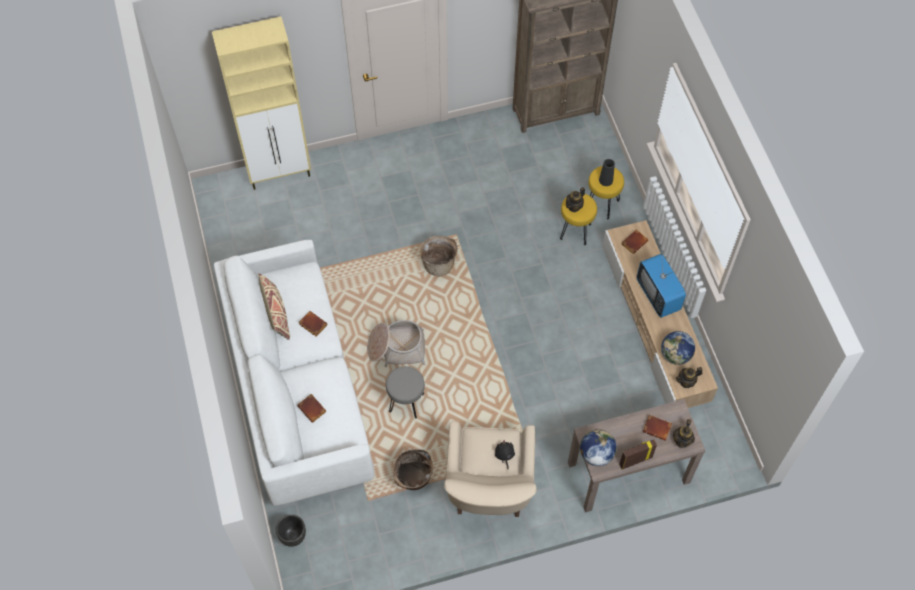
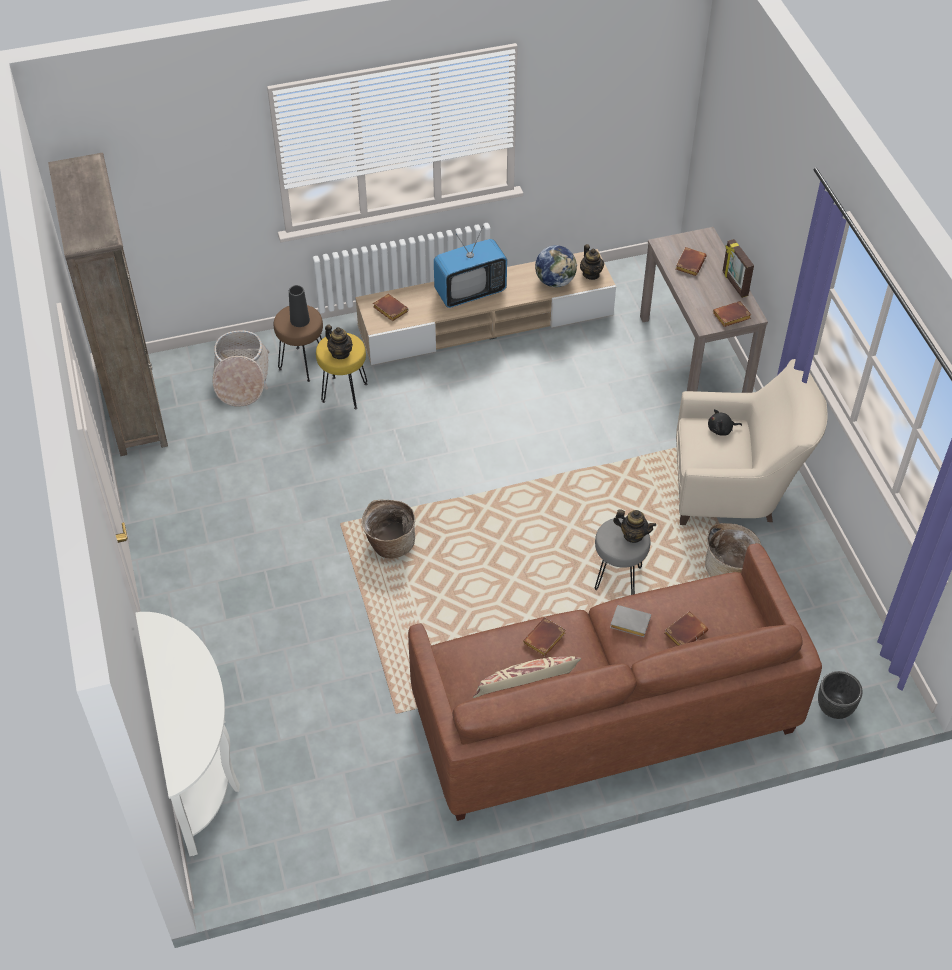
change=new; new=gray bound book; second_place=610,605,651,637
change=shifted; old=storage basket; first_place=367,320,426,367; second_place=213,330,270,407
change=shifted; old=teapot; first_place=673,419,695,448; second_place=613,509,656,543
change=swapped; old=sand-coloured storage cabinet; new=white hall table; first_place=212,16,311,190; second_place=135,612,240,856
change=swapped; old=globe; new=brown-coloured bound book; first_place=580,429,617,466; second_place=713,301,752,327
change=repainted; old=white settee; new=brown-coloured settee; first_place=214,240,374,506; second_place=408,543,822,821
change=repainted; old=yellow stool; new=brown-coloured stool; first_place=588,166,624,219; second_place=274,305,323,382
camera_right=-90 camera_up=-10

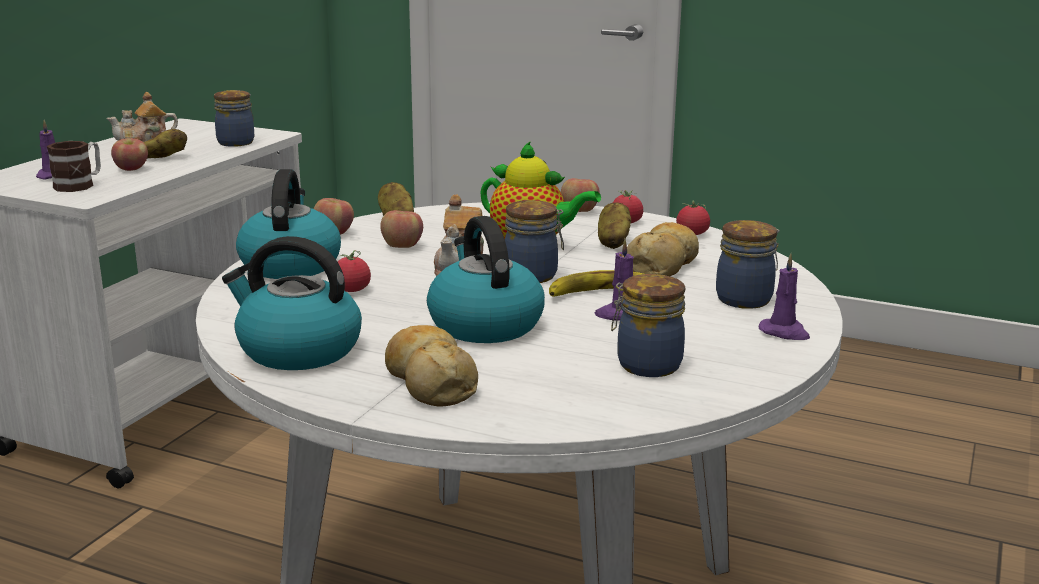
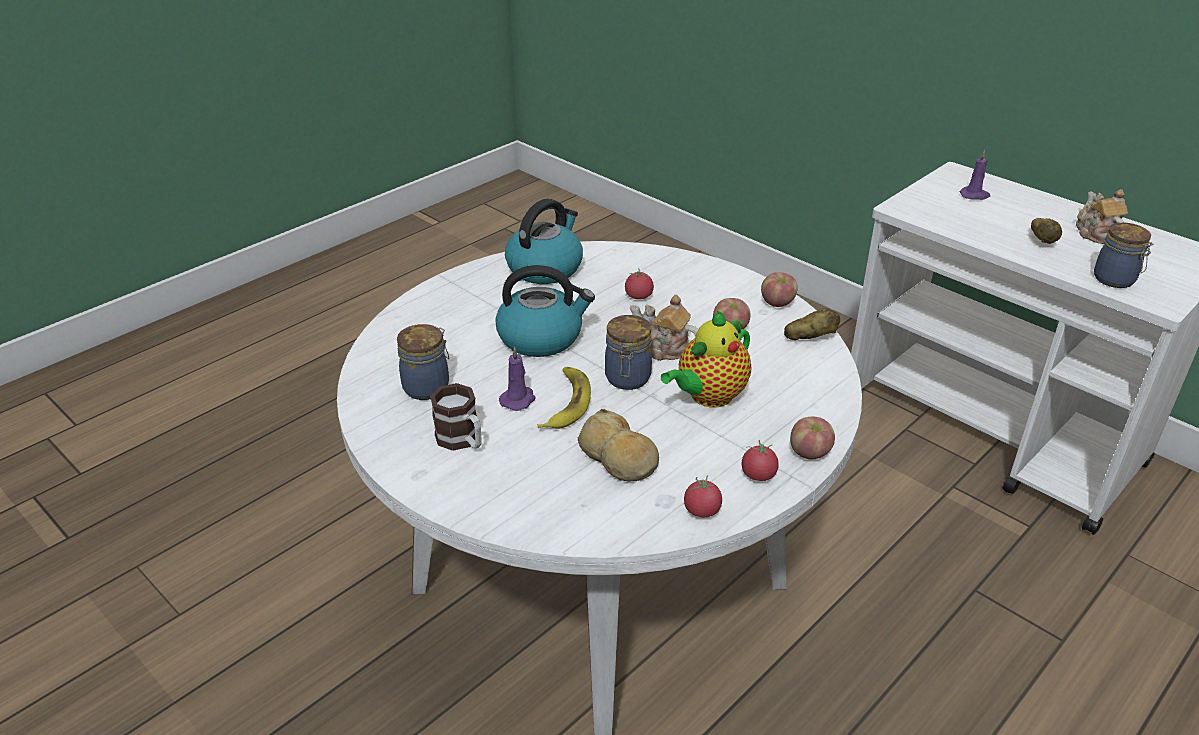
change=gone; old=whole apple; first_place=111,138,148,171
change=gone; old=kettle; first_place=236,169,341,279
change=gone; old=bakery bread; first_place=385,325,478,406
change=gone; old=whole potato; first_place=598,202,631,249
change=gone; old=preserve jar; first_place=716,220,780,309
change=gone; old=purple candle; first_place=759,253,810,340
change=shifted; old=coffee mug; first_place=47,141,101,192; second_place=430,383,482,451
camera_right=110 camera_up=15

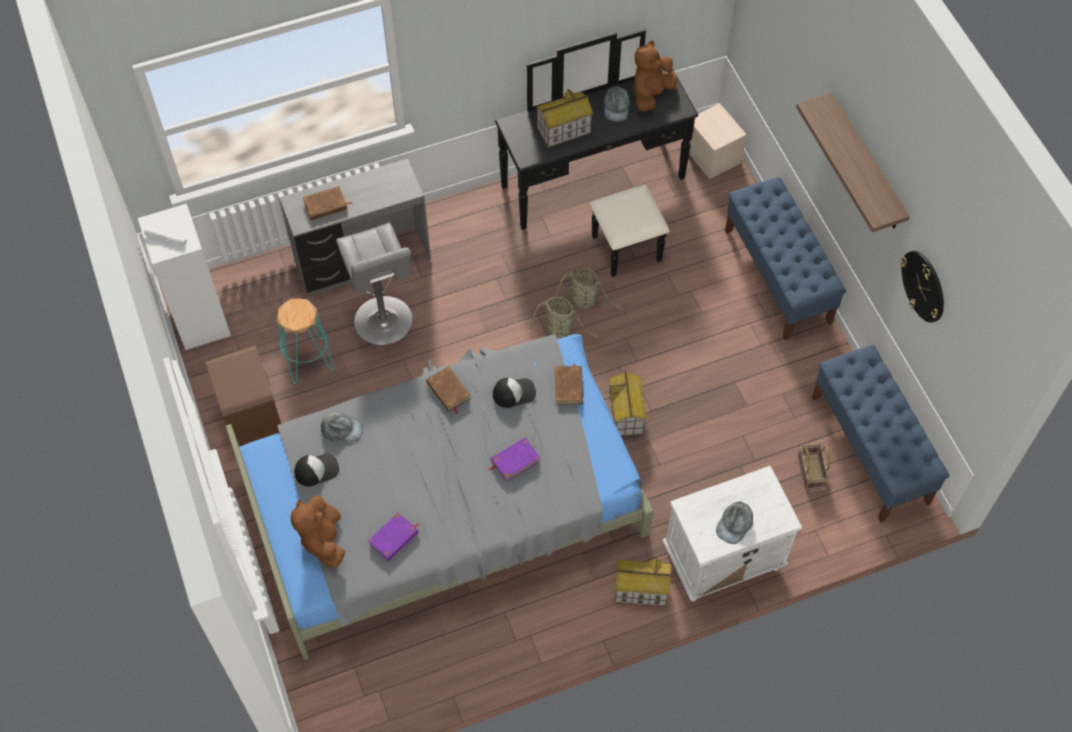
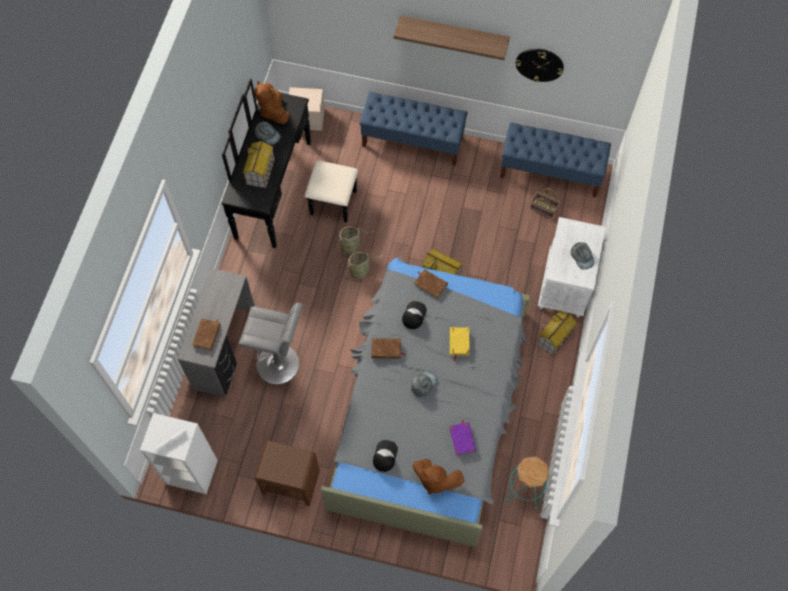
change=shifted; old=blue-green stool; first_place=276,298,334,383; second_place=506,457,549,509
change=shifted; old=gray baseball cap; first_place=321,413,363,441; second_place=411,371,438,397
change=repainted; old=purple bound book; new=yellow bound book; first_place=489,438,540,481; second_place=450,327,470,360
camera_right=-55 camera_up=5

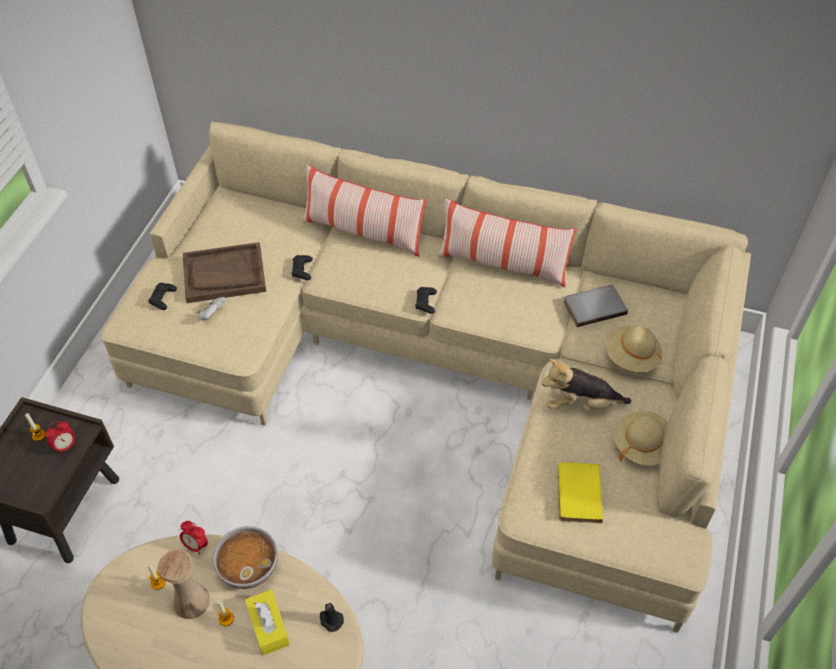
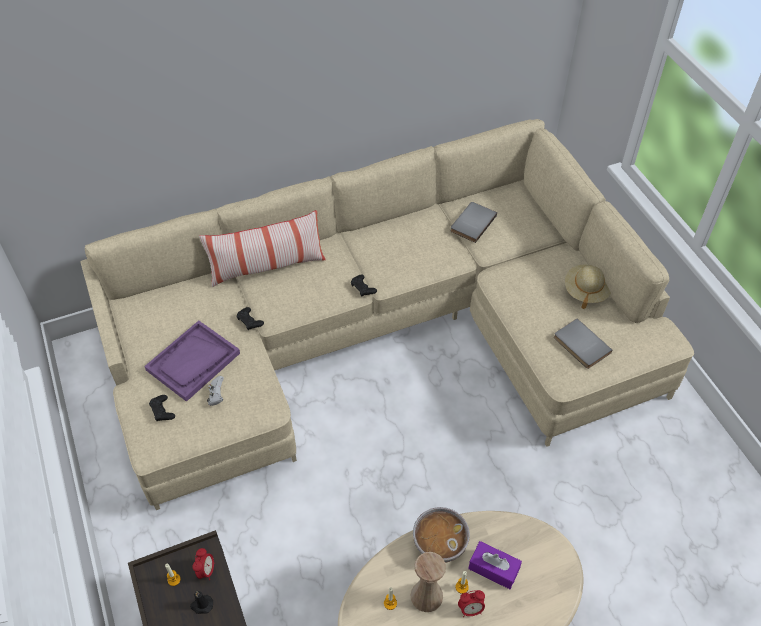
change=gone; old=pillow; first_place=438,198,577,287
change=gone; old=soft toy; first_place=542,359,631,411
change=gone; old=sand-coloured wearable hat; first_place=606,326,662,372
change=shifted; old=bedside clock; first_place=180,521,208,555; second_place=458,590,485,618
change=shifted; old=black-coloured candle; first_place=320,603,344,632; second_place=190,591,213,614
change=repainted; old=brown-coloured carrying tray; new=purple carrying tray; first_place=183,242,266,303; second_place=144,321,240,402
change=repainted; old=yellow box of tissues; new=purple box of tissues; first_place=245,589,290,656; second_place=468,541,522,589
change=repainted; old=yellow bound book; new=gray bound book; first_place=558,462,603,523; second_place=554,319,612,369
camera_right=-40 camera_up=0

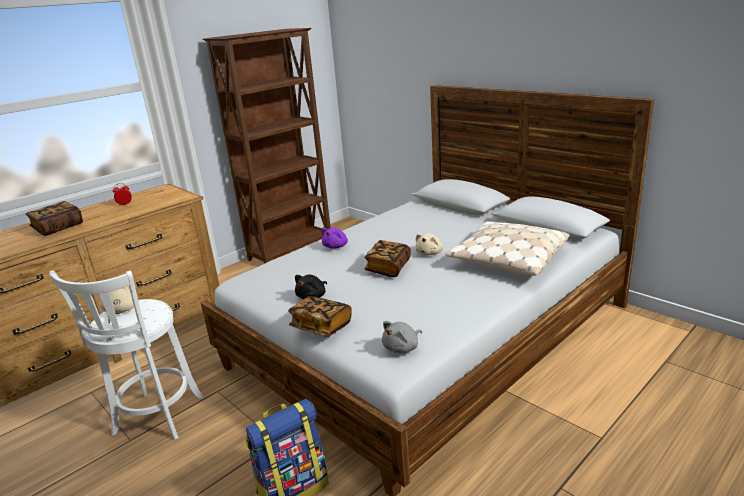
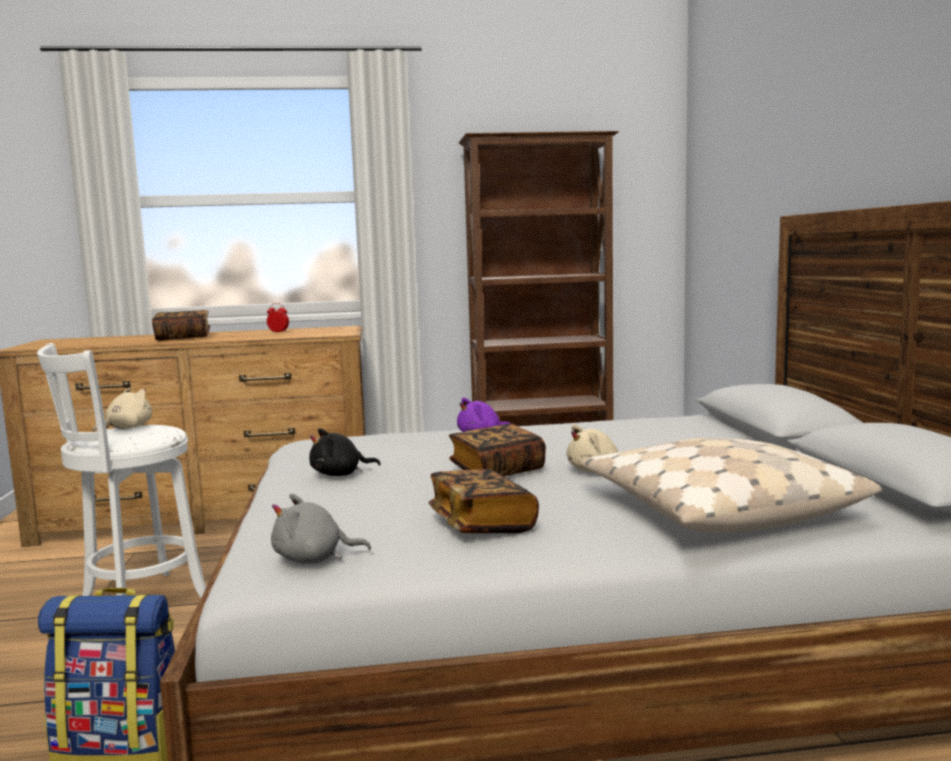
change=shifted; old=bound book; first_place=288,296,352,337; second_place=429,469,539,533
camera_right=35 camera_up=-15

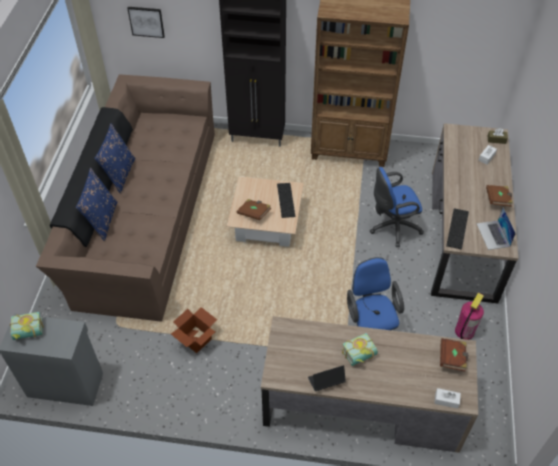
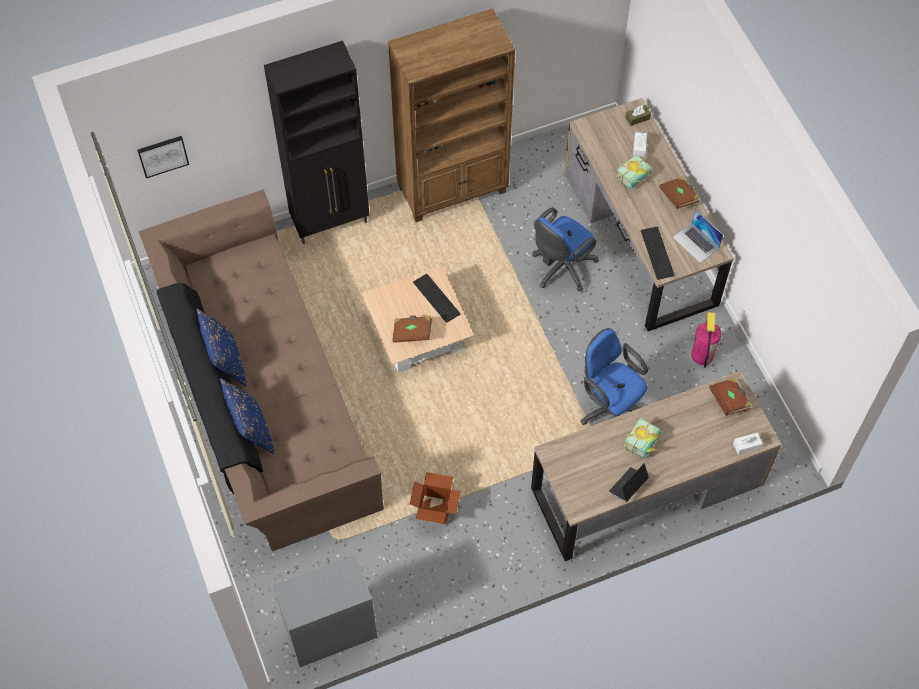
change=shifted; old=bound book; first_place=10,312,44,340; second_place=615,155,652,189
camera_right=-30 camera_up=10

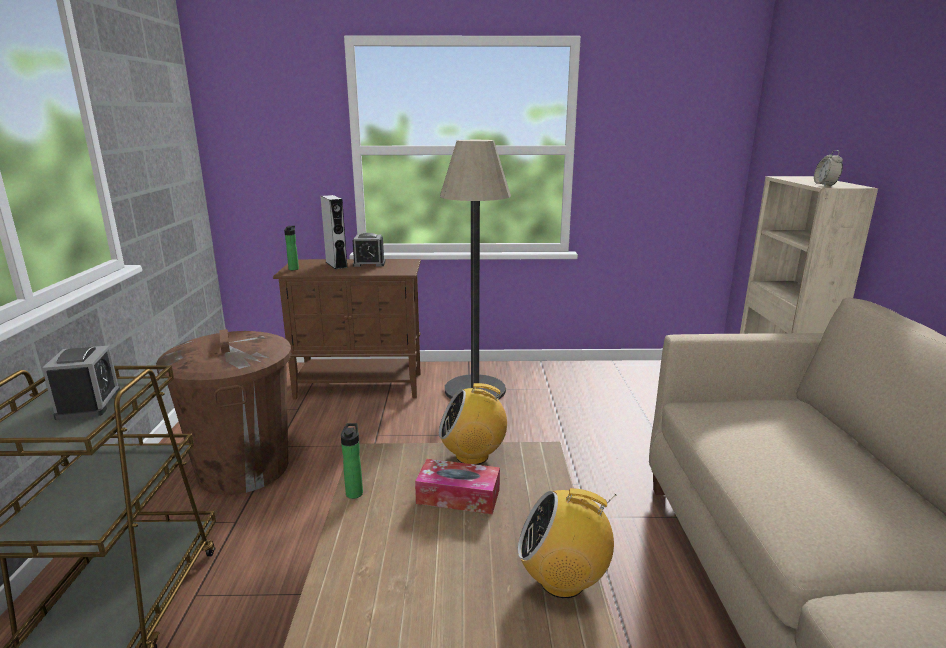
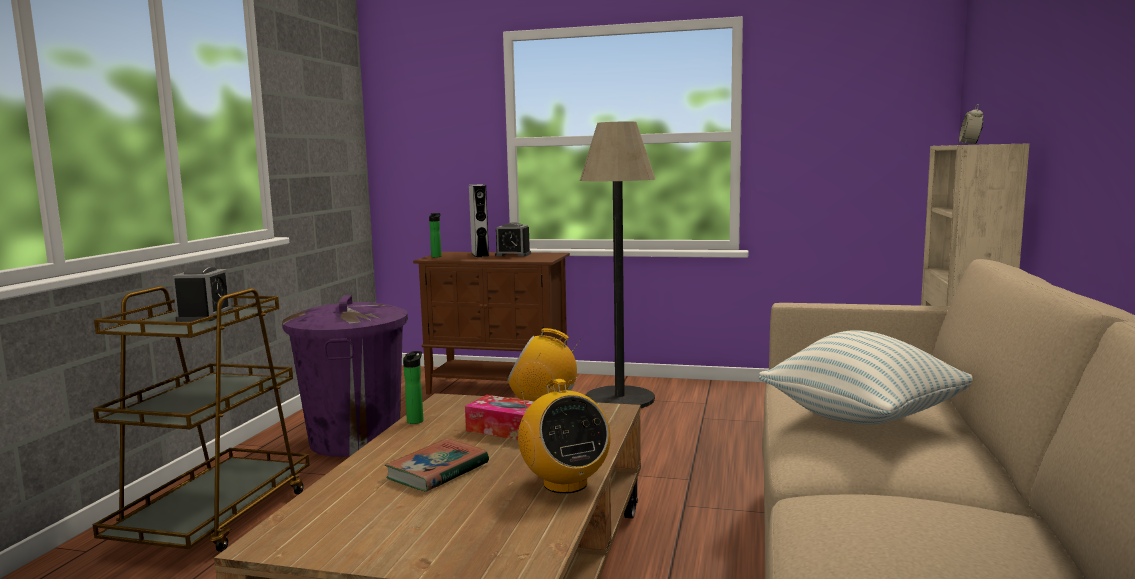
change=new; new=bound book; second_place=385,438,489,492
change=new; new=pillow; second_place=758,330,972,425
change=repainted; old=brown-coloured waste bin; new=purple waste bin; first_place=156,329,291,495; second_place=282,295,408,457
change=rotated; old=radio receiver; first_place=518,488,616,598; second_place=518,379,611,494; degrees=-135
camera_right=15 camera_up=-10

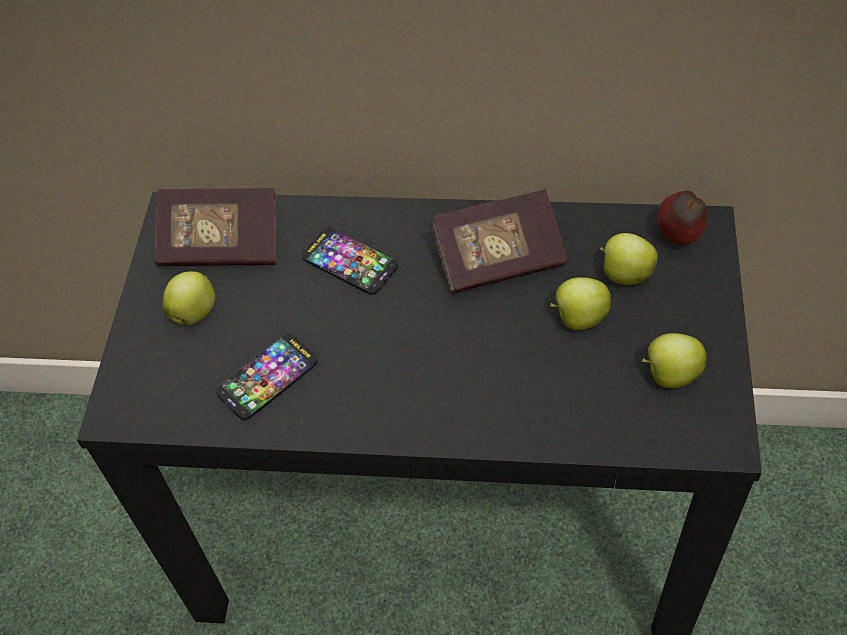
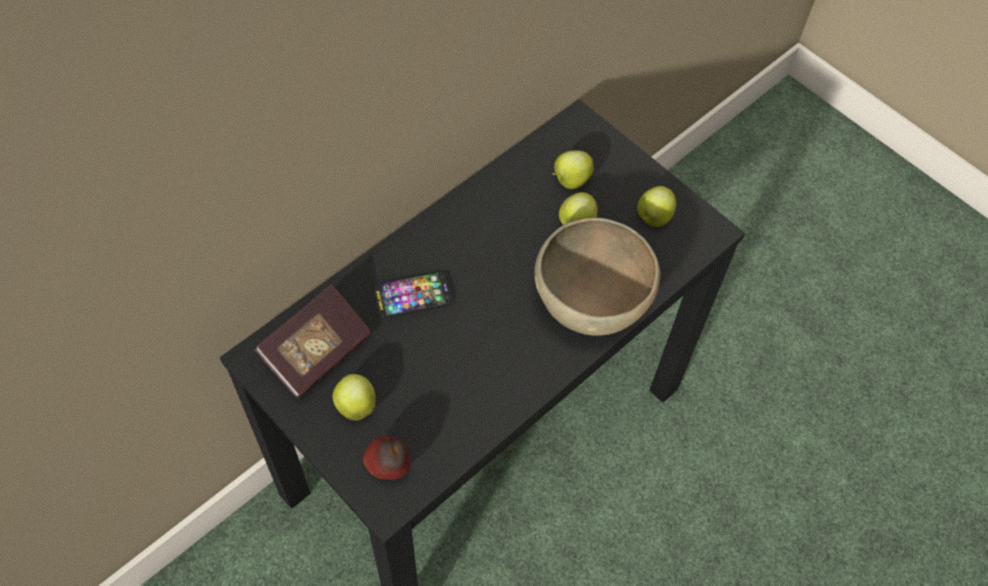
change=gone; old=telephone; first_place=216,334,318,420
change=gone; old=bound book; first_place=430,189,567,294
change=new; new=brown-coloured serving bowl; second_place=535,218,660,336
change=shifted; old=whole apple; first_place=657,191,707,245; second_place=363,436,410,480
camera_right=-55 camera_up=5

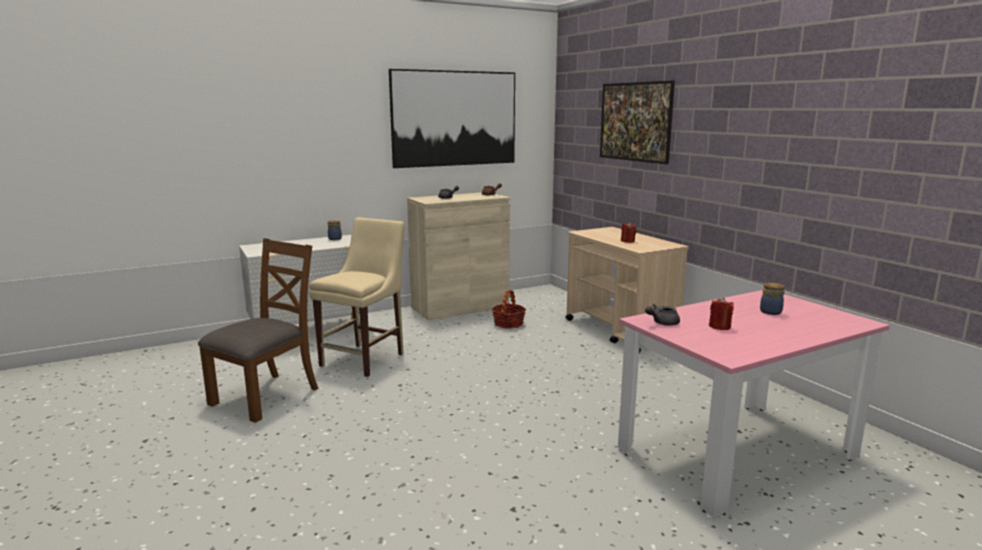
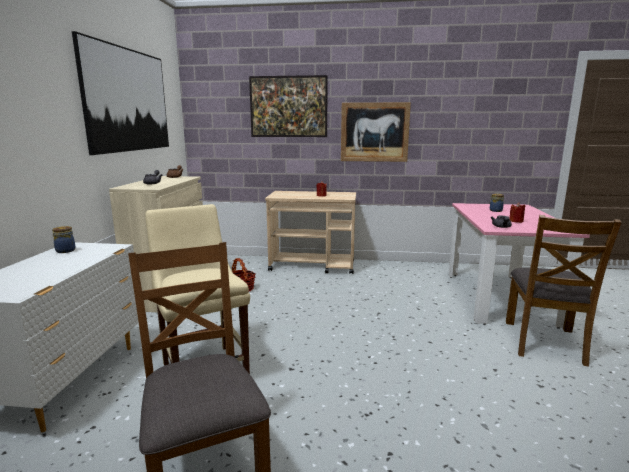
change=new; new=wall picture; second_place=341,102,411,162
change=new; new=brown-coloured upright chair; second_place=506,215,622,367
camera_right=-55 camera_up=0

